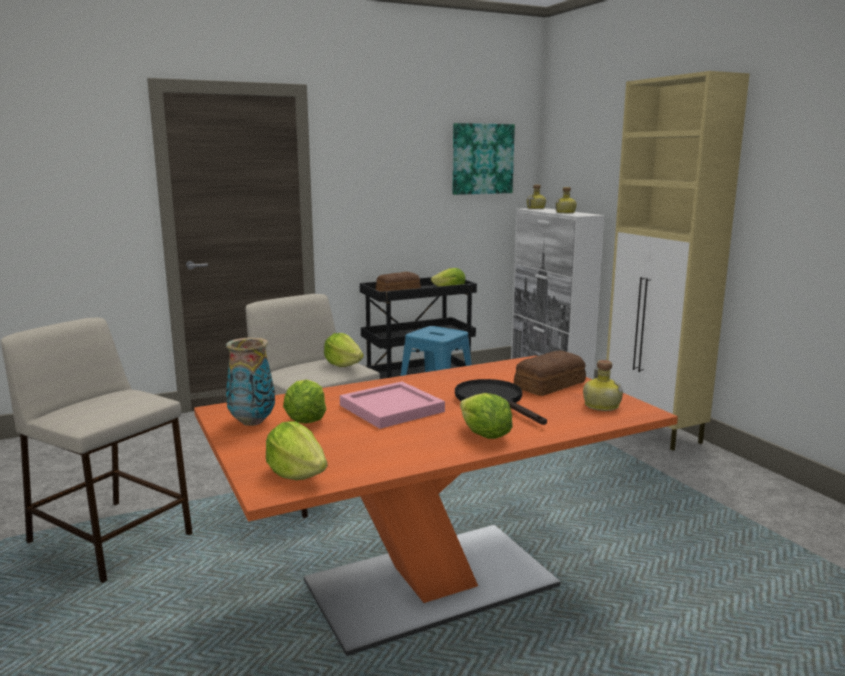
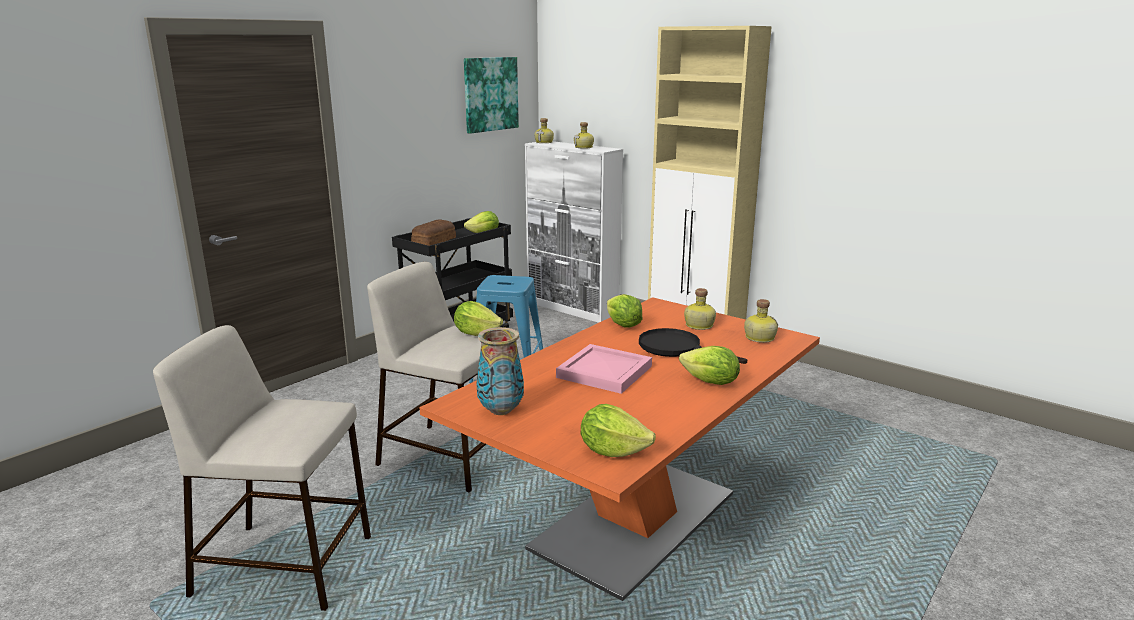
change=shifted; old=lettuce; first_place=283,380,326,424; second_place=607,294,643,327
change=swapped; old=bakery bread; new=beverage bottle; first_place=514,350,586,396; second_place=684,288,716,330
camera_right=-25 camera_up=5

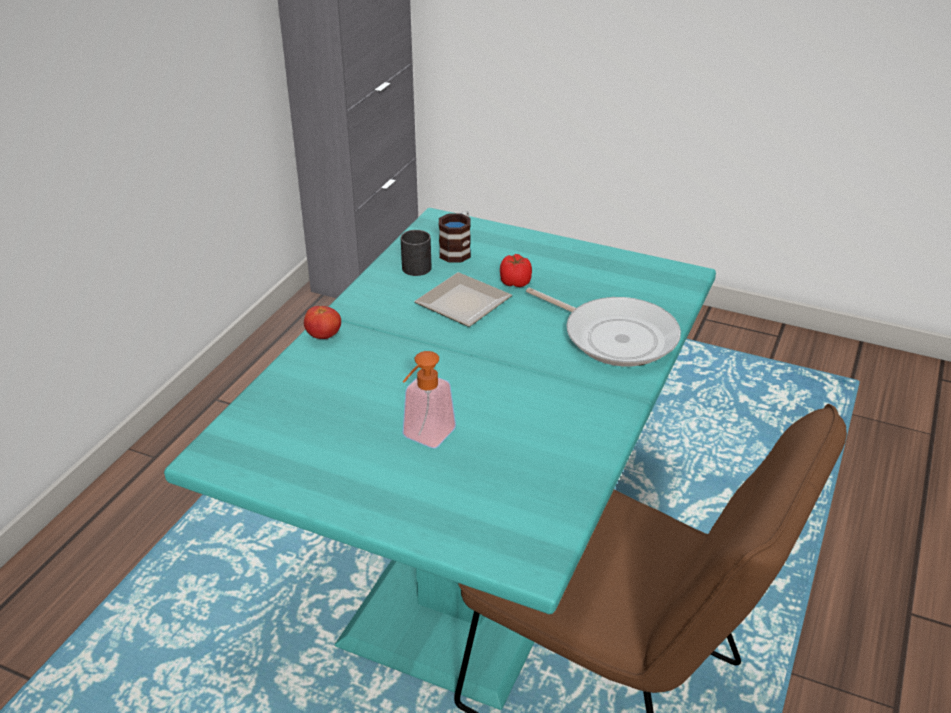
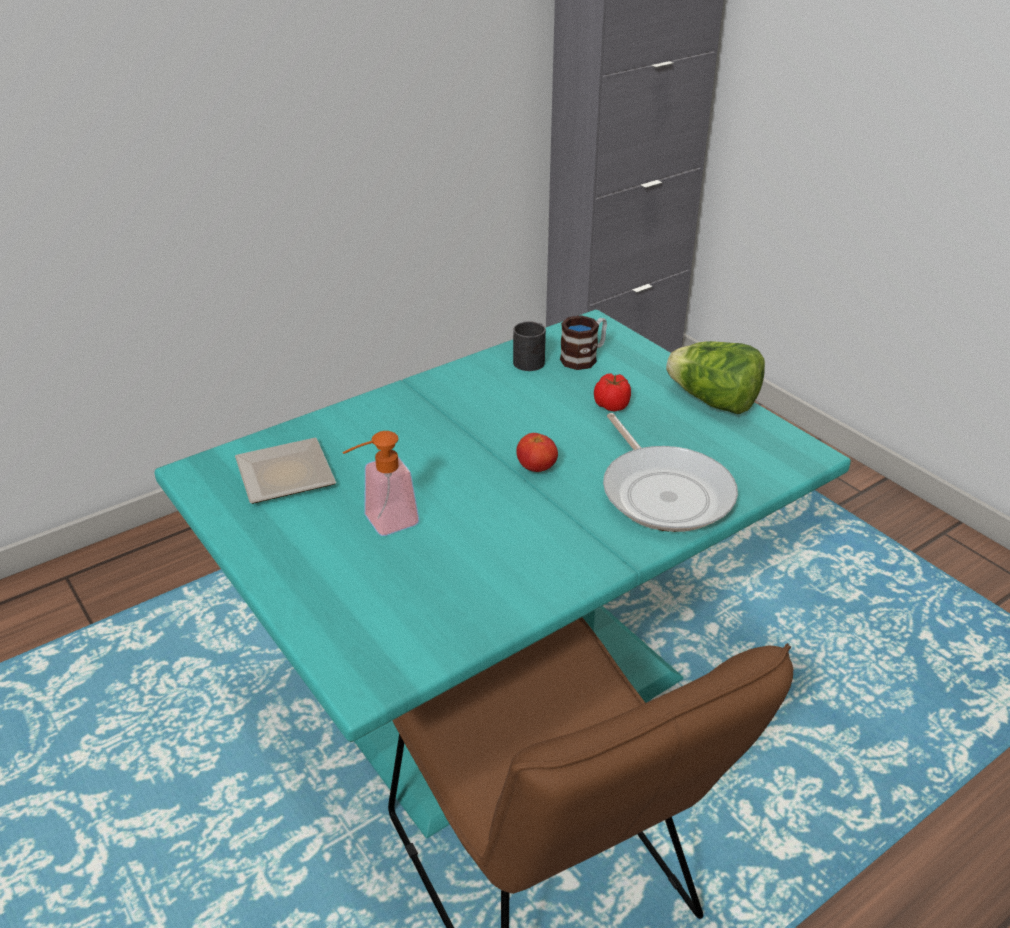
change=new; new=lettuce; second_place=666,341,765,414
change=shifted; old=whole tomato; first_place=304,306,341,339; second_place=516,433,558,472
change=shifted; old=dinner plate; first_place=414,272,512,327; second_place=235,438,336,504
camera_right=30 camera_up=0

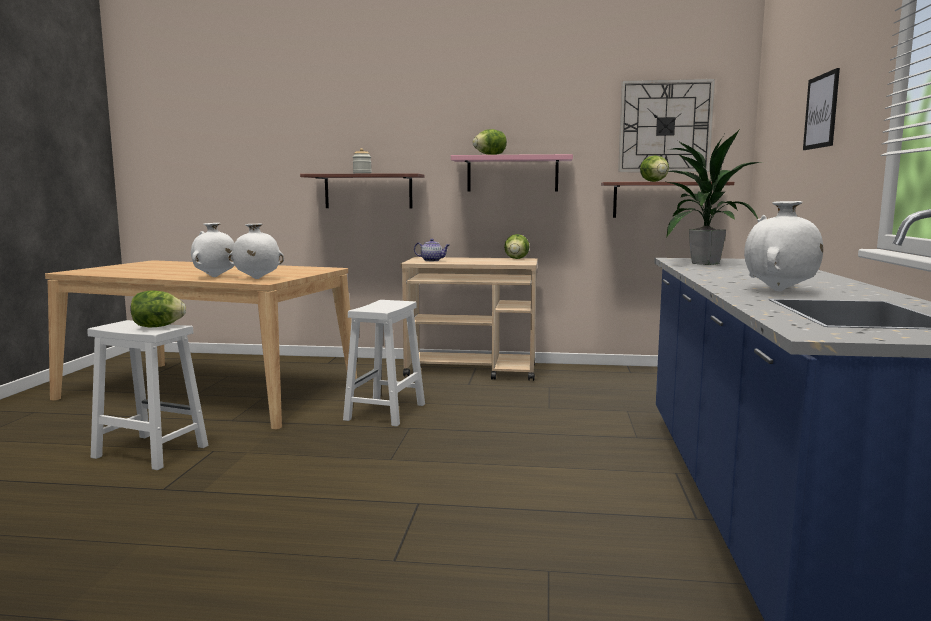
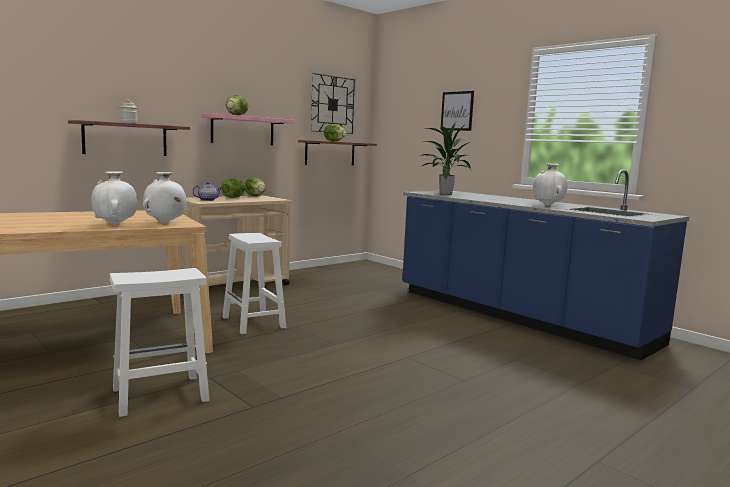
change=shifted; old=lettuce; first_place=131,290,186,327; second_place=221,178,246,198
camera_right=-50 camera_up=0

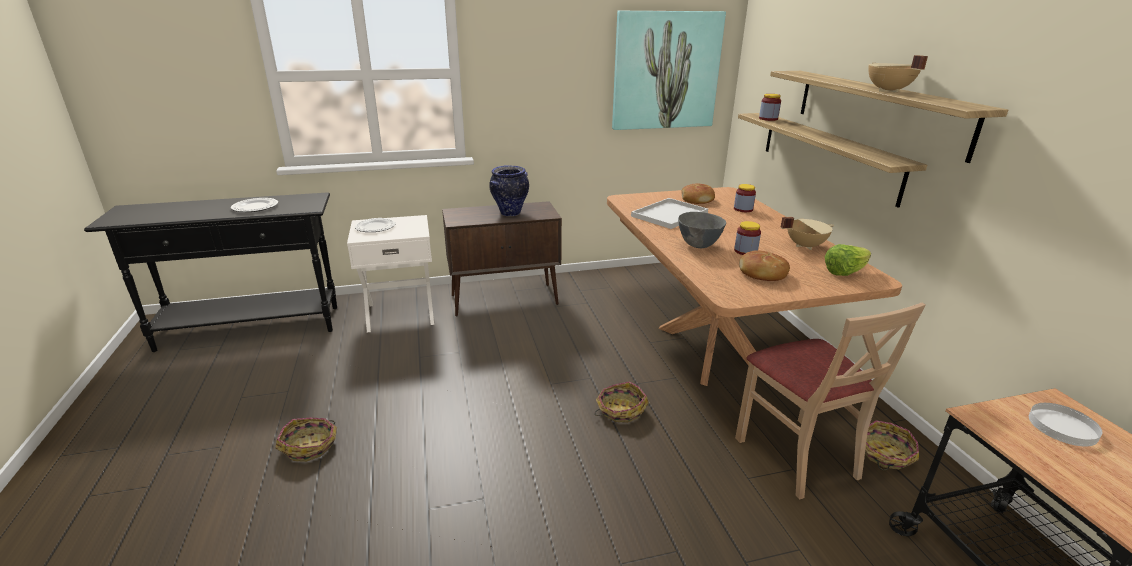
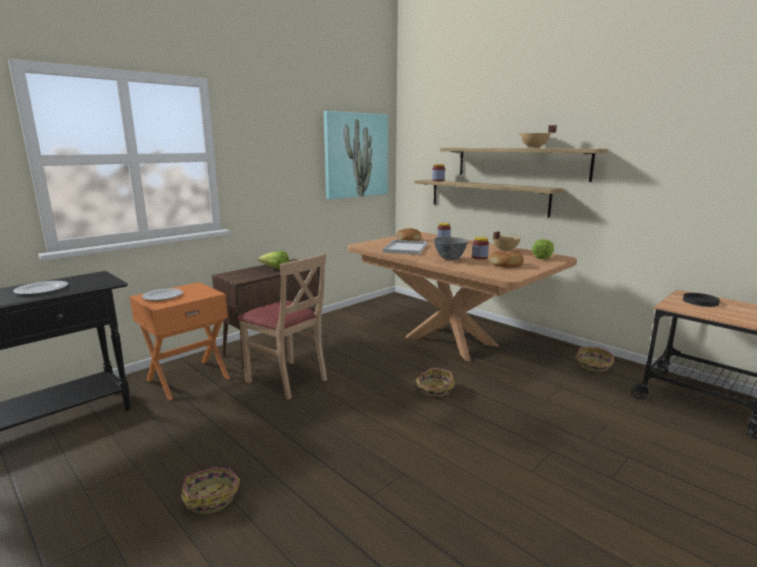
change=shifted; old=sand-coloured upright chair; first_place=735,303,926,500; second_place=238,253,327,400
change=swapped; old=vase; new=lettuce; first_place=489,165,529,216; second_place=258,251,289,269
change=repainted; old=white night table; new=orangey night table; first_place=347,215,434,332; second_place=129,282,230,401
change=repainted; old=white dinner plate; new=black-coloured dinner plate; first_place=1029,403,1102,447; second_place=683,293,720,307
camera_right=-30 camera_up=-10

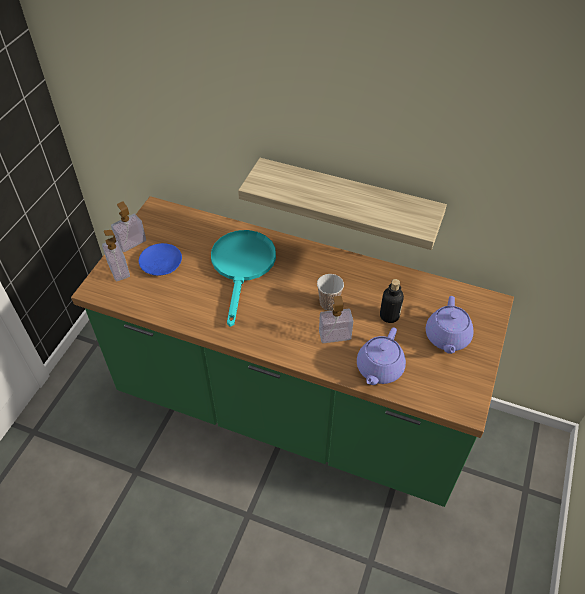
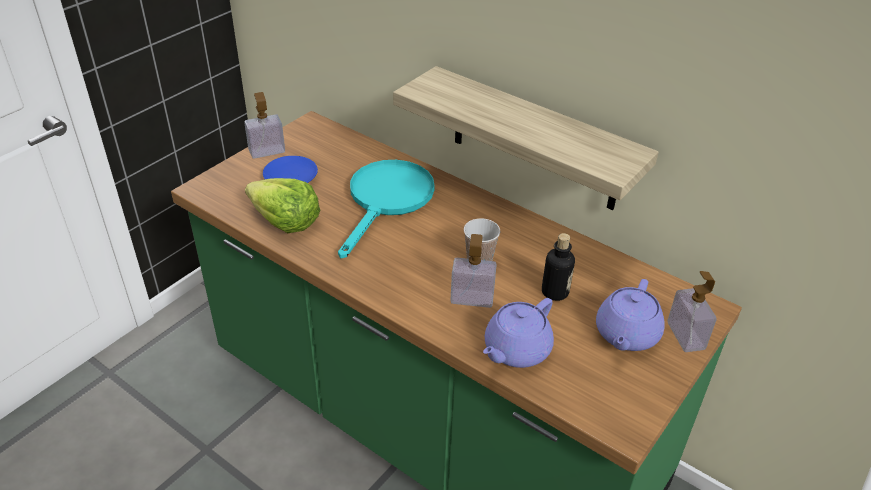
change=new; new=lettuce; second_place=245,178,320,233
change=shifted; old=liquid soap bottle; first_place=102,230,130,281; second_place=668,271,717,352
camera_right=15 camera_up=-10

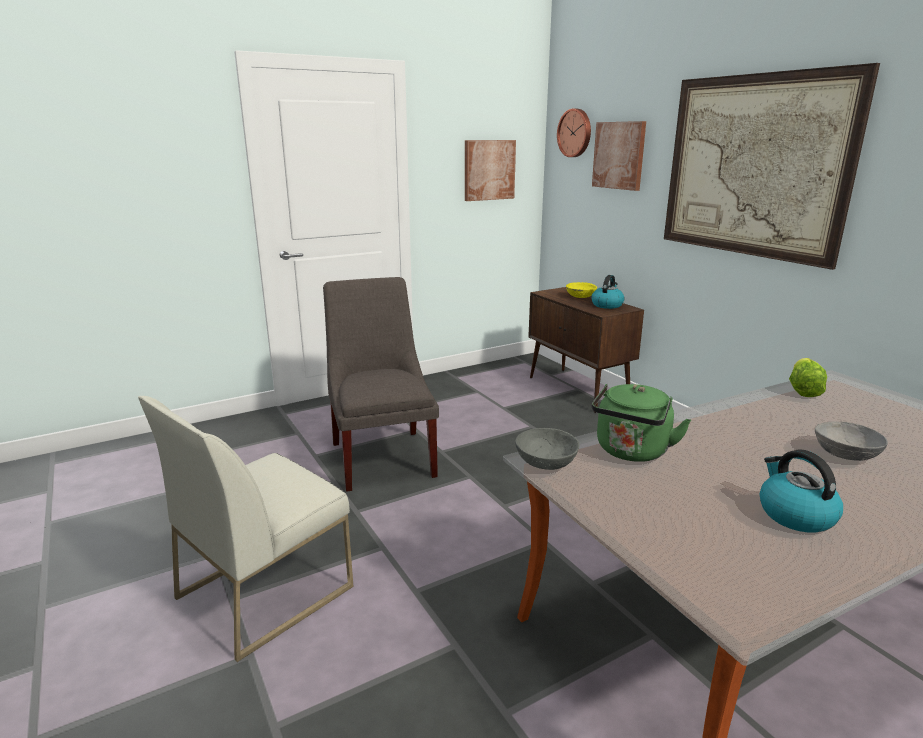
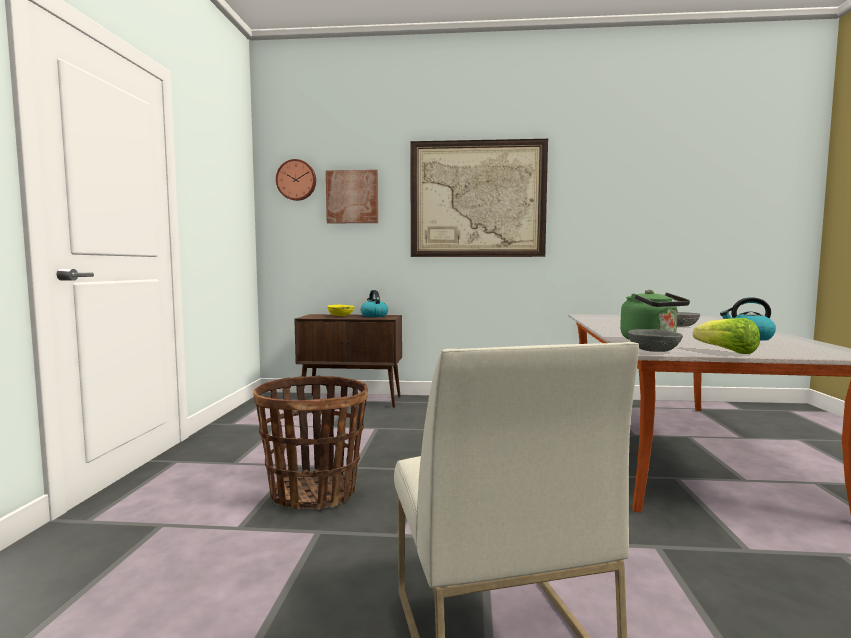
change=gone; old=wall picture; first_place=465,140,516,201
change=shifted; old=lettuce; first_place=789,358,827,397; second_place=693,318,760,354
change=swapped; old=gray upright chair; new=storage basket; first_place=323,277,439,492; second_place=253,376,368,509
camera_right=-55 camera_up=-15

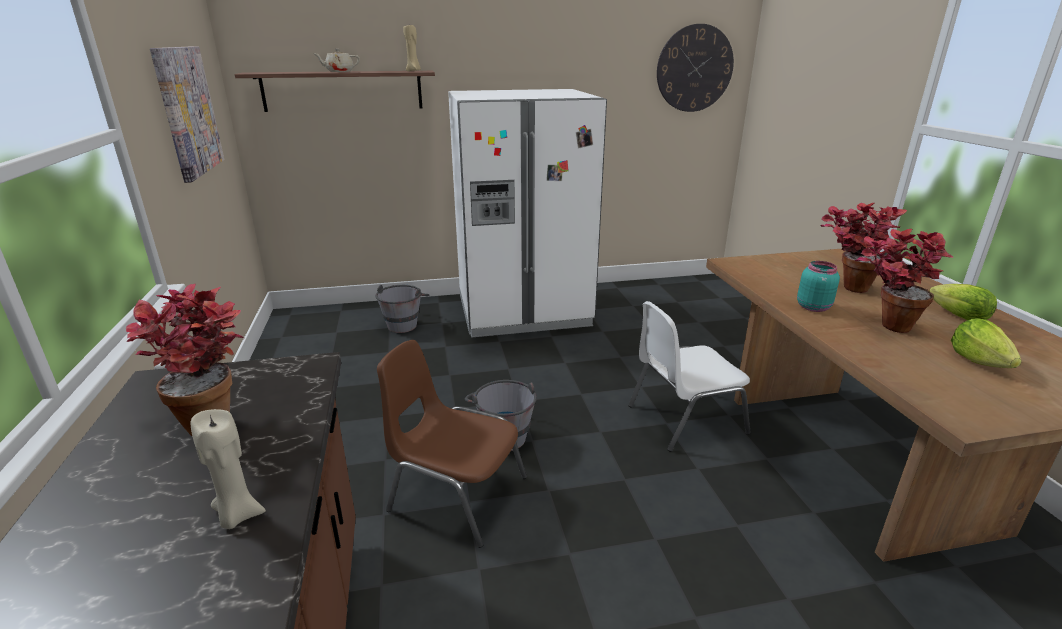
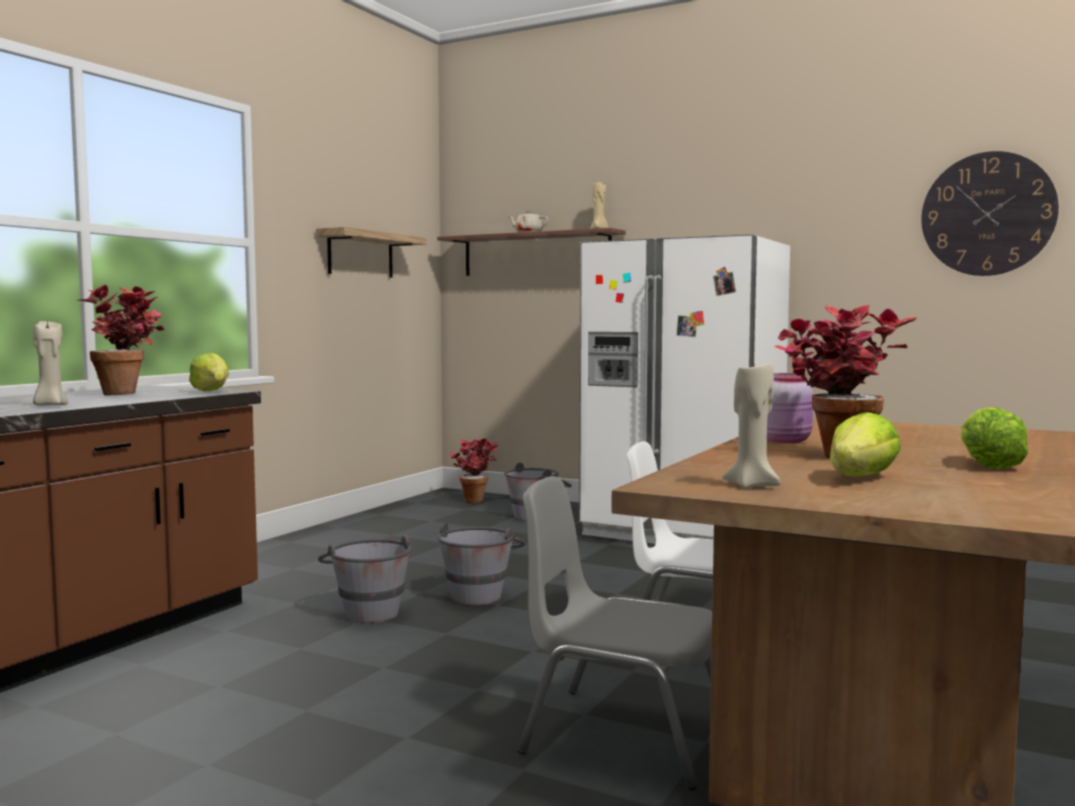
change=new; new=lettuce; second_place=189,352,229,391
change=new; new=gray upright chair; second_place=518,476,712,790
change=new; new=sand-coloured candle; second_place=722,363,781,489
change=shifted; old=houseplant; first_place=821,203,907,293; second_place=449,438,498,503
change=swapped; old=wall picture; new=bracket shelf; first_place=150,46,224,183; second_place=316,227,427,278
change=swapped; old=brown-coloured upright chair; new=gray bucket; first_place=377,340,527,548; second_place=318,534,412,623
change=repainted; old=blue-green preserve jar; new=pink preserve jar; first_place=797,261,840,312; second_place=767,373,813,443
camera_right=40 camera_up=-20

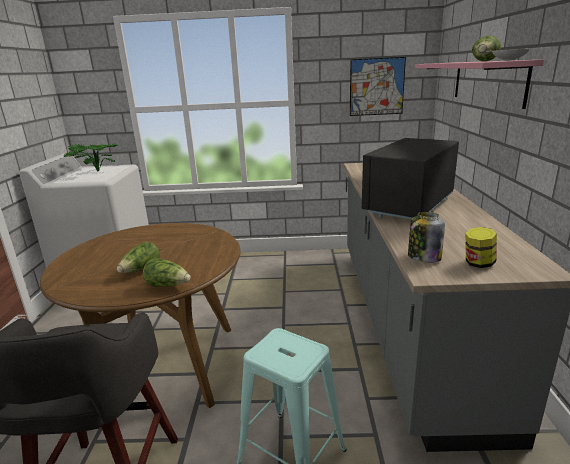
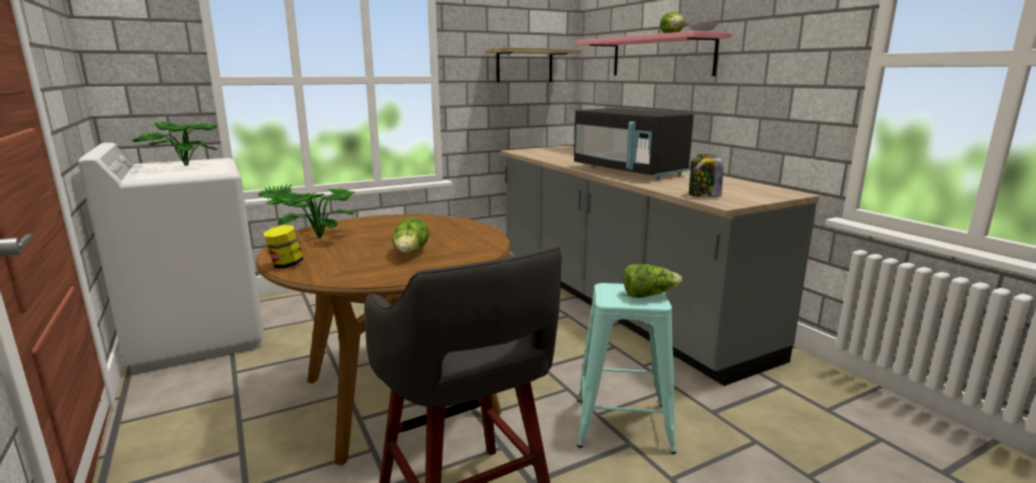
change=new; new=houseplant; second_place=257,184,355,238
change=shifted; old=lettuce; first_place=143,258,191,287; second_place=624,264,682,298
change=shifted; old=preserve jar; first_place=465,227,497,268; second_place=264,225,304,268
change=swapped; old=wall picture; new=bracket shelf; first_place=350,57,406,116; second_place=486,47,581,82
change=rotated; old=black-coloured microwave oven; first_place=362,138,459,219; second_place=574,108,694,180; degrees=-45
camera_right=-30 camera_up=-5

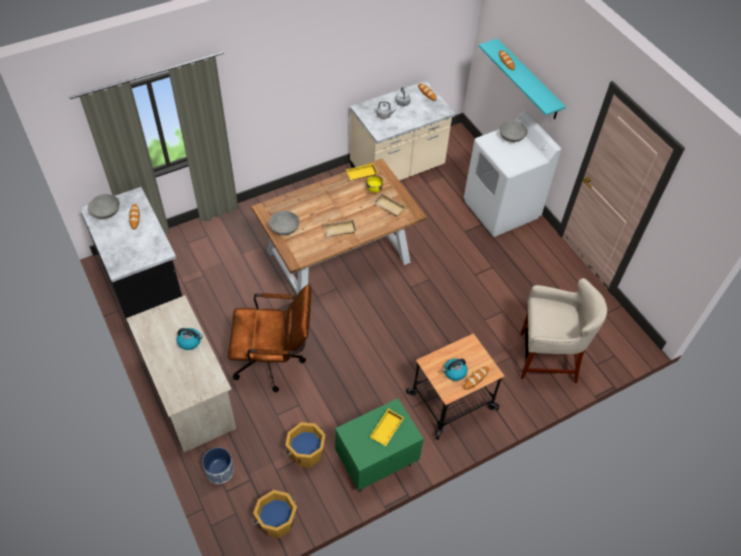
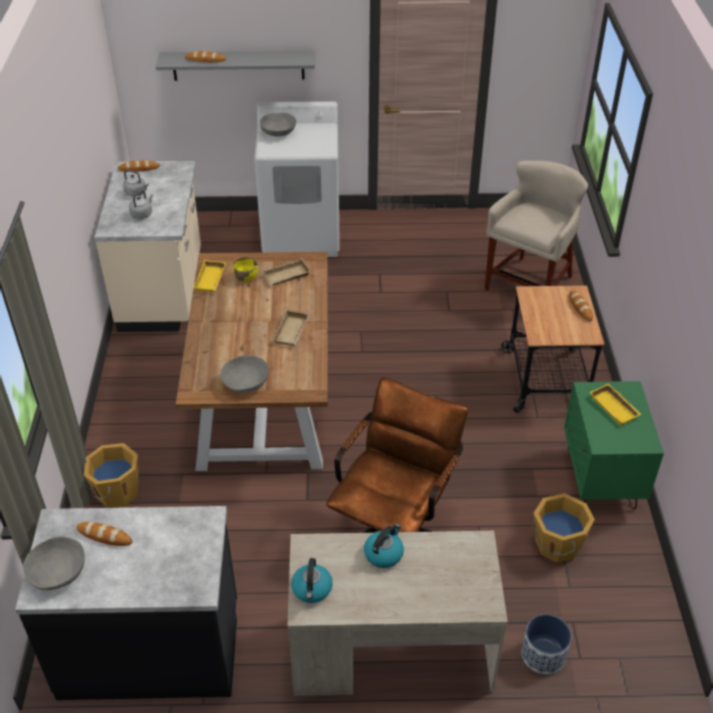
change=shifted; old=orangey bucket; first_place=252,490,297,538; second_place=84,443,139,508
change=shifted; old=kettle; first_place=442,358,468,381; second_place=291,558,333,603
change=repainted; old=blue-green bracket shelf; new=gray bracket shelf; first_place=478,38,566,119; second_place=156,51,315,81
camera_right=-60 camera_up=-10

